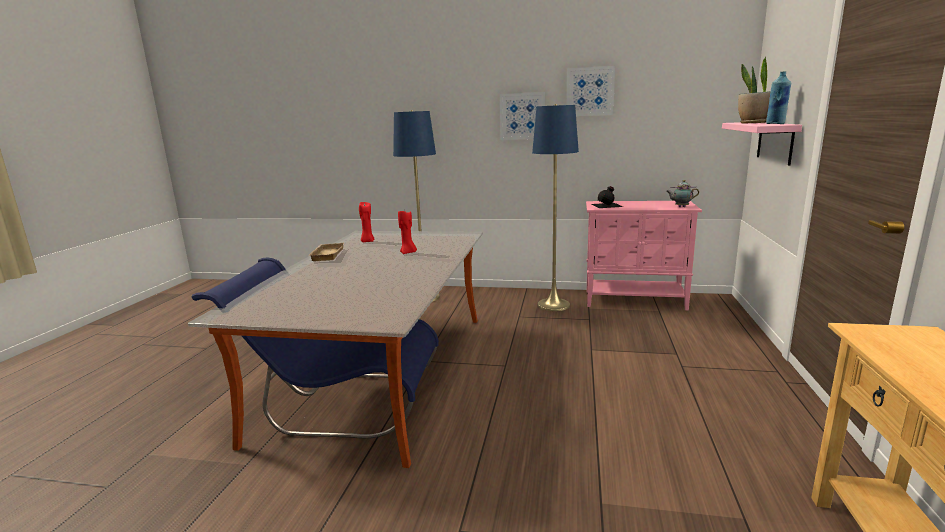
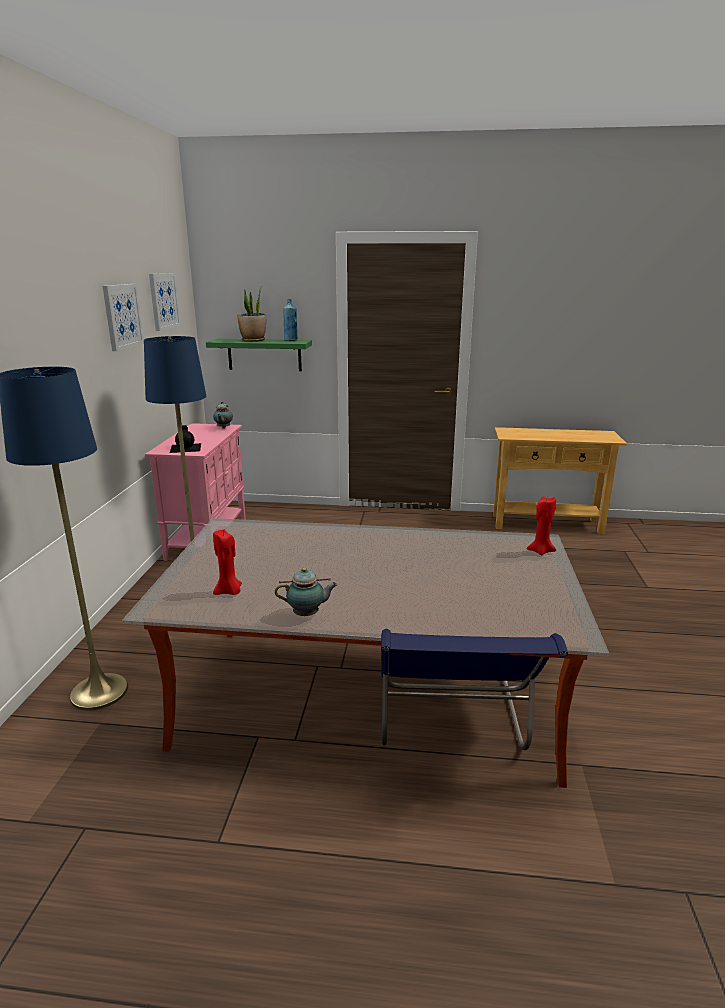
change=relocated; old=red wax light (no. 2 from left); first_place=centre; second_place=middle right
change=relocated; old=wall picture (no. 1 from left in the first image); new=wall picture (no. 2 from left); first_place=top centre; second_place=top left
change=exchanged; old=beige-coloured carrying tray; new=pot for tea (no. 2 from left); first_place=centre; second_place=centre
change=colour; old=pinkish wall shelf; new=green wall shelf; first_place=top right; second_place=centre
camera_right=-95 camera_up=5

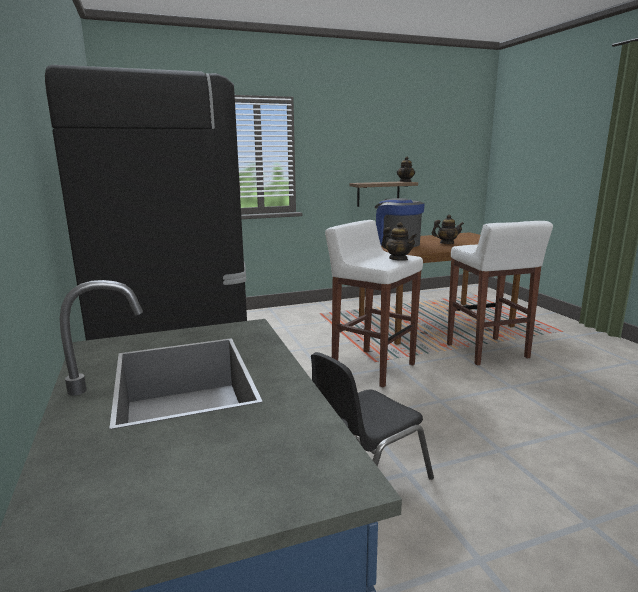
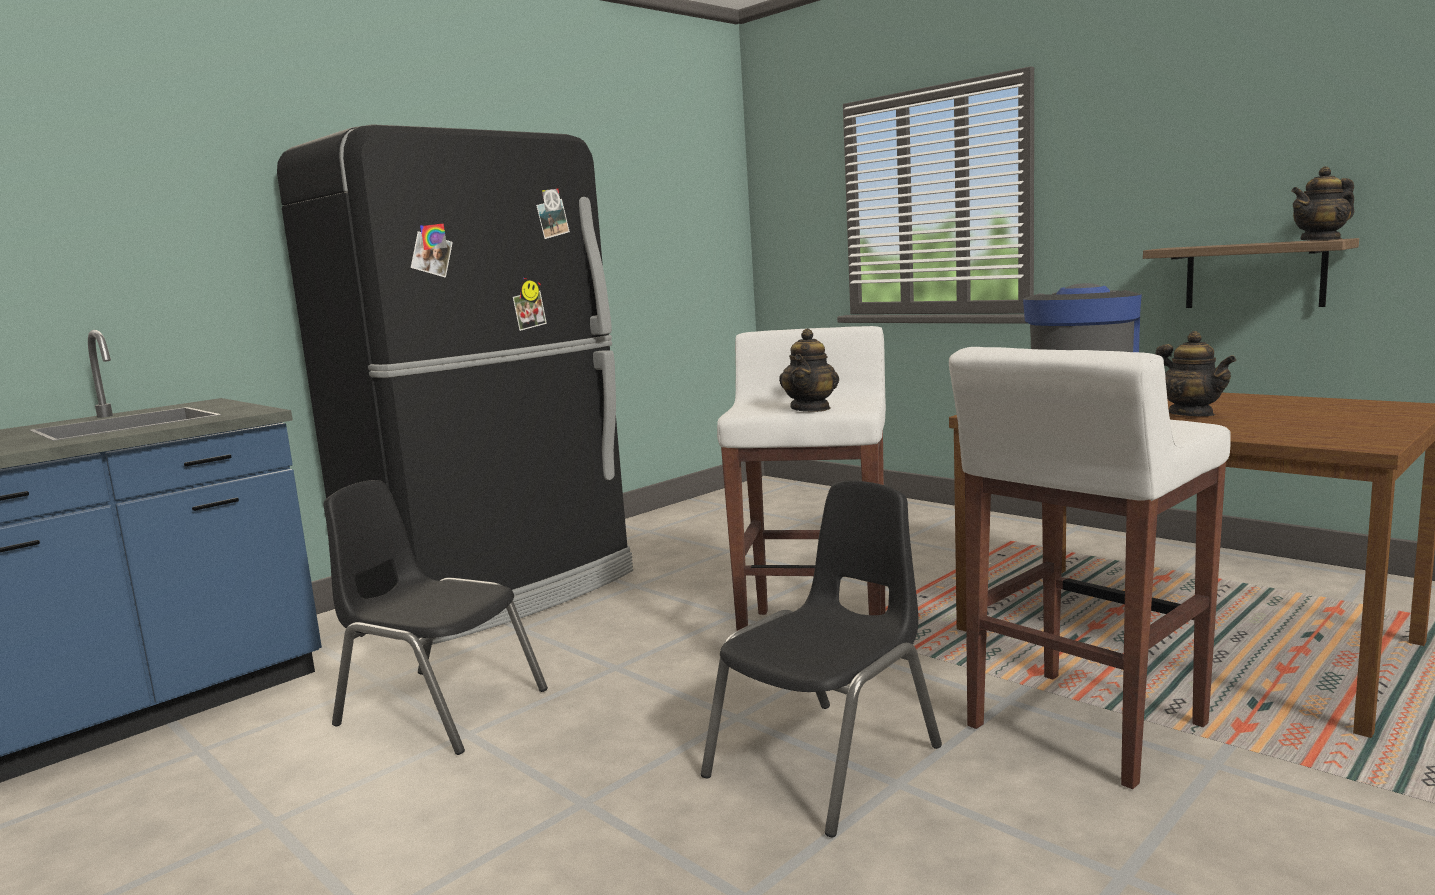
change=appeared; new=black chair (no. 2 from left); second_place=bottom centre
camera_right=65 camera_up=-5

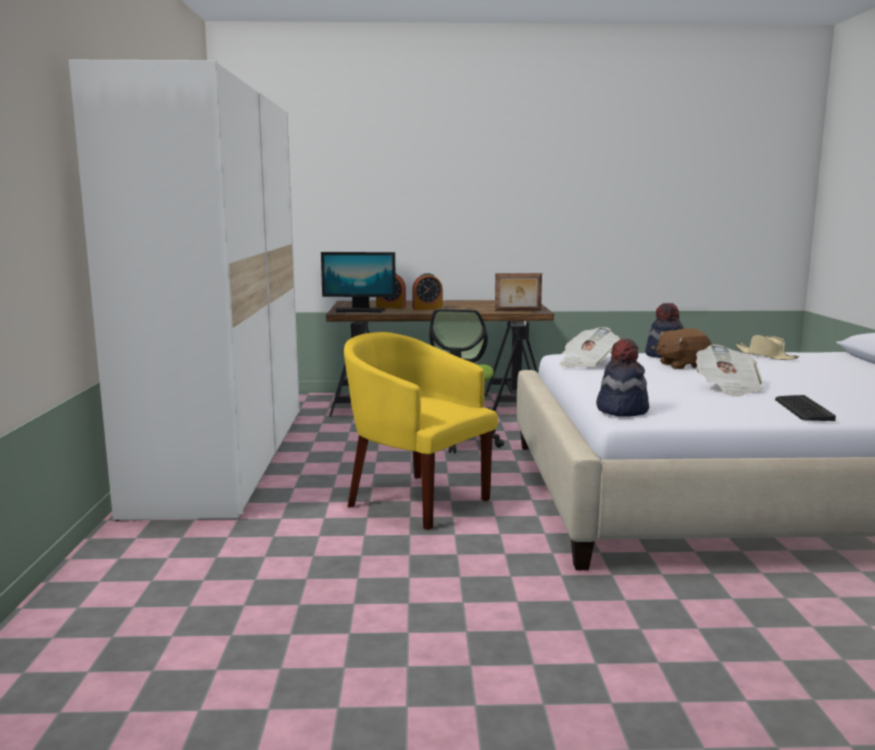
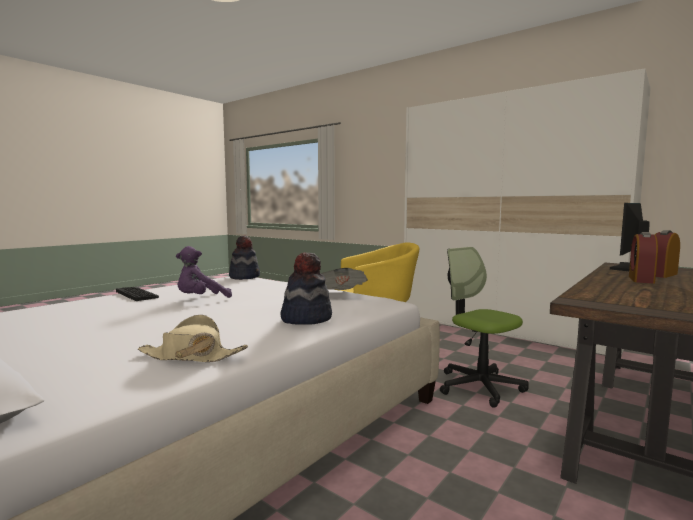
change=missing; old=picture frame; first_place=centre
change=missing; old=brown-coloured soft toy; first_place=middle right
change=exchanged; old=newspaper (no. 2 from left); new=purple soft toy; first_place=middle right; second_place=middle left
camera_right=130 camera_up=-5

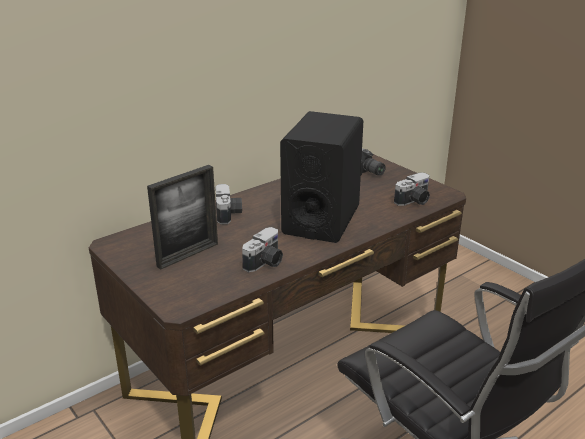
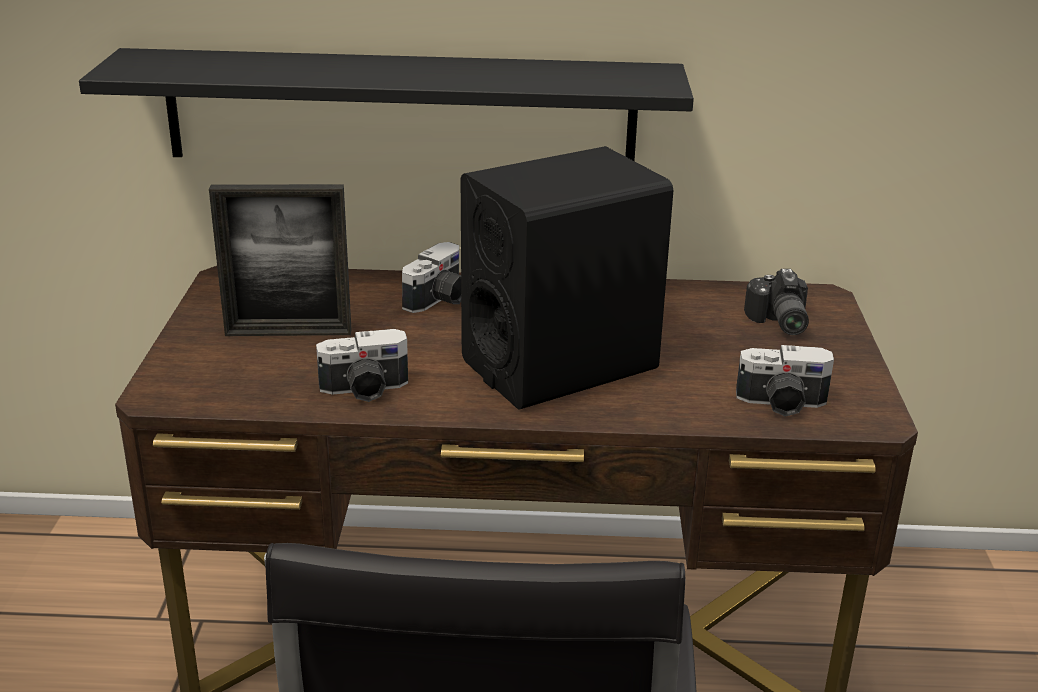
change=appeared; new=black wall shelf; second_place=top centre
camera_right=40 camera_up=0

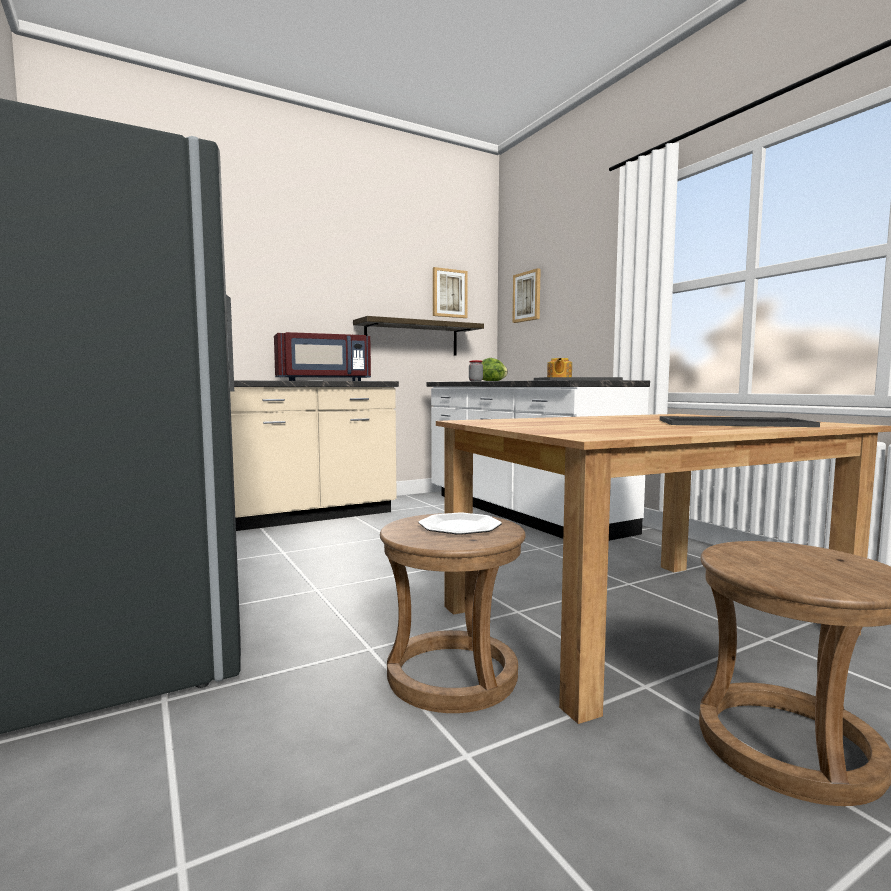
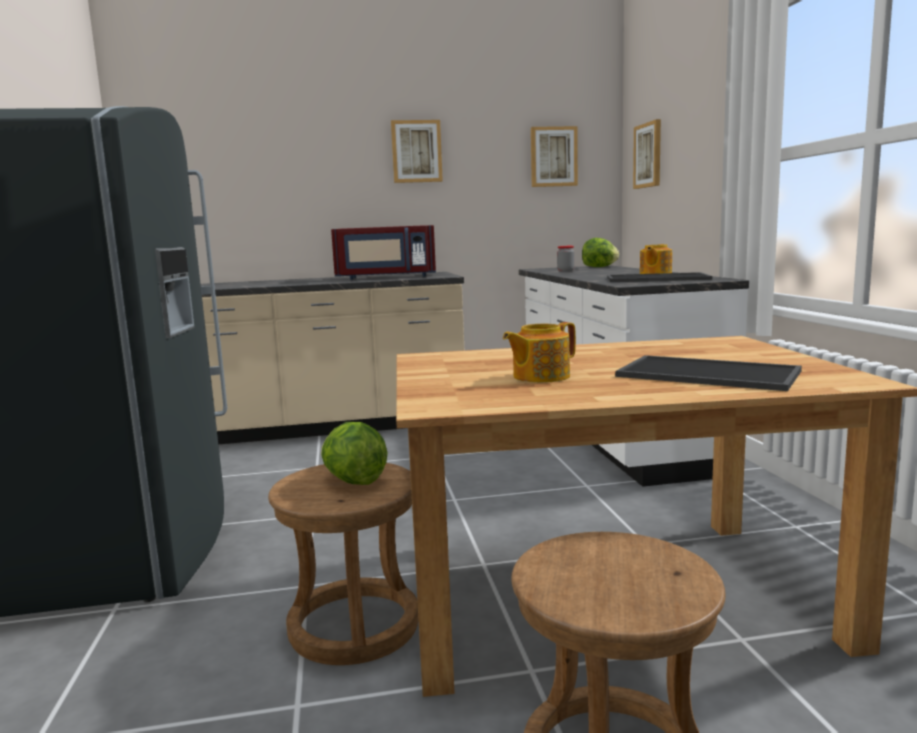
change=missing; old=wall shelf; first_place=centre
change=appeared; new=wall picture (no. 1 from left); second_place=top centre
change=appeared; new=pot for tea (no. 1 from left); second_place=centre
change=exchanged; old=plate; new=lettuce (no. 1 from left); first_place=centre; second_place=centre
camera_right=20 camera_up=5

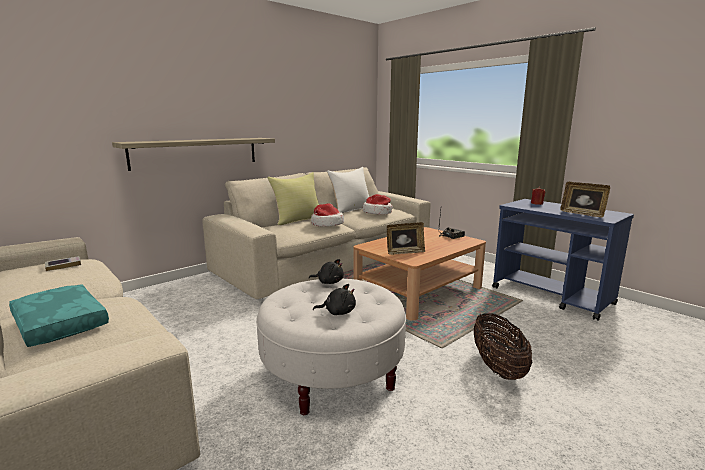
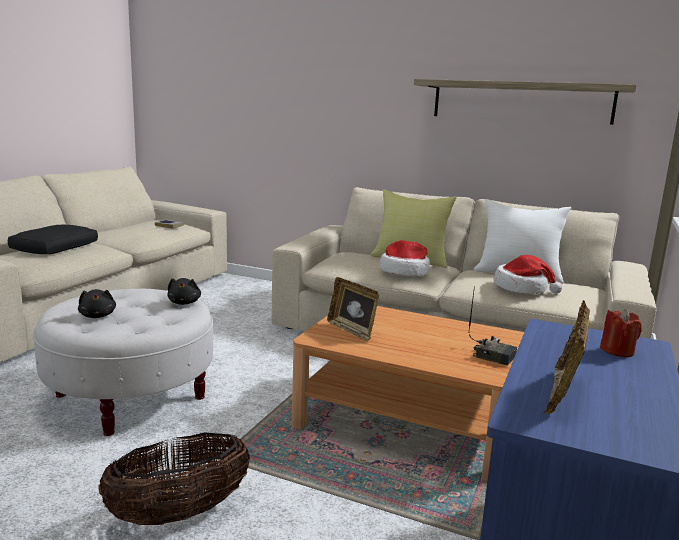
change=relocated; old=wall shelf; first_place=top left; second_place=top right
change=colour; old=blue-green pillow; new=black pillow; first_place=bottom left; second_place=middle left
camera_right=65 camera_up=0

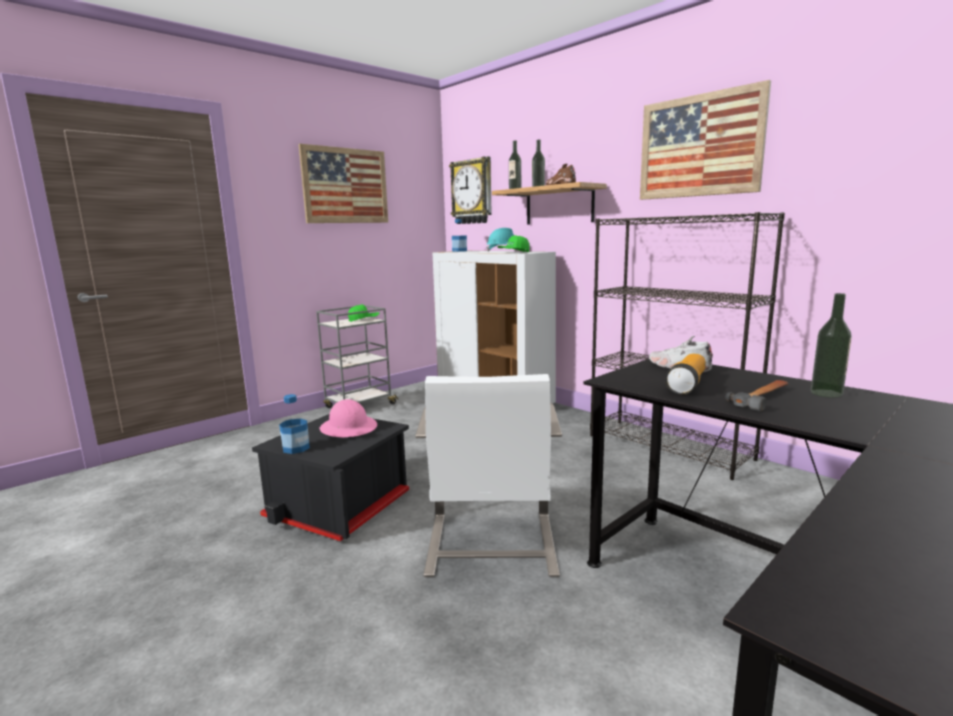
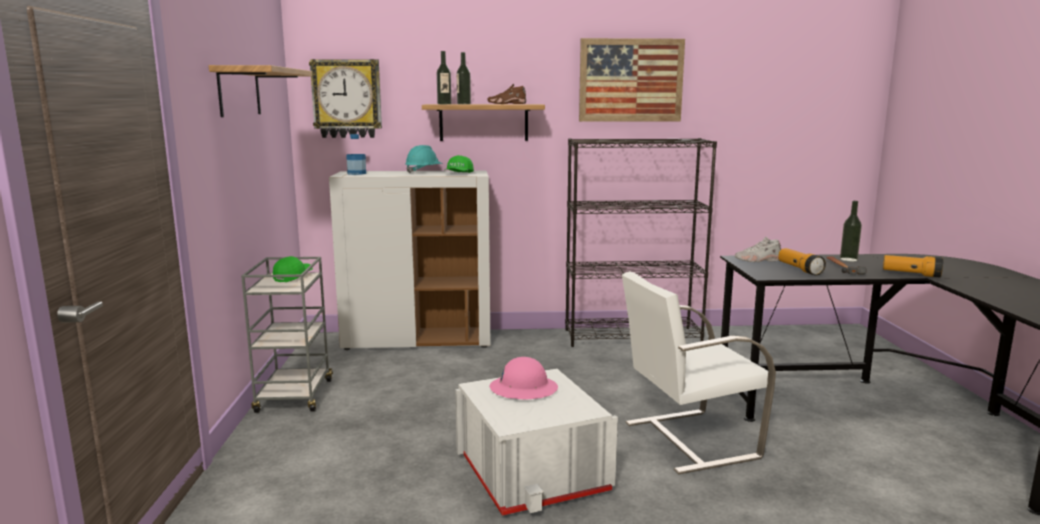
change=missing; old=bottle (no. 1 from left); first_place=middle left
change=appeared; new=torch (no. 2 from left); second_place=middle right
change=exchanged; old=wall picture (no. 1 from left); new=wall shelf (no. 1 from left); first_place=top centre; second_place=top left
change=colour; old=black storage container; new=white-coloured storage container; first_place=centre; second_place=bottom centre
change=spun; old=white-coloured chair; first_place=centre; second_place=bottom right; degrees=120
camera_right=-50 camera_up=0

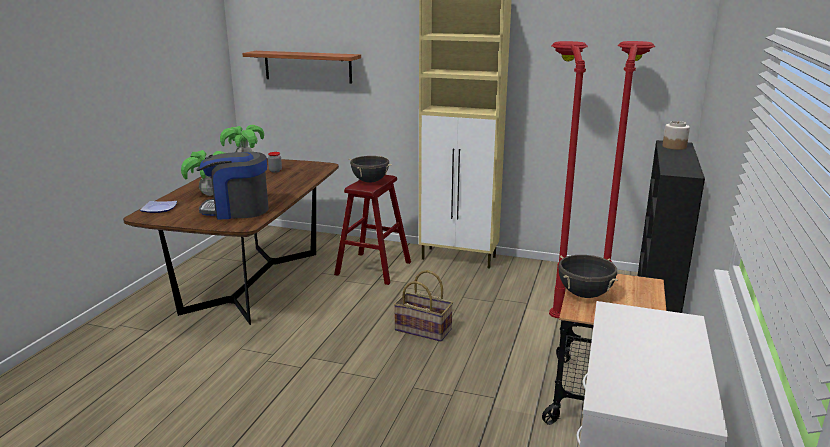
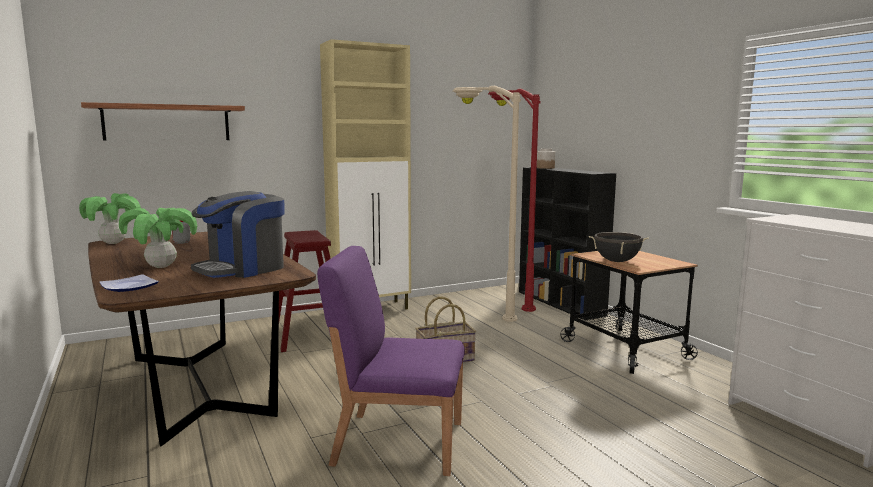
change=missing; old=black stockpot (no. 1 from left); first_place=centre
change=appeared; new=purple chair; second_place=bottom centre
change=colour; old=red standard lamp (no. 1 from left); new=beige-coloured standard lamp; first_place=middle right; second_place=centre
camera_right=-45 camera_up=-10

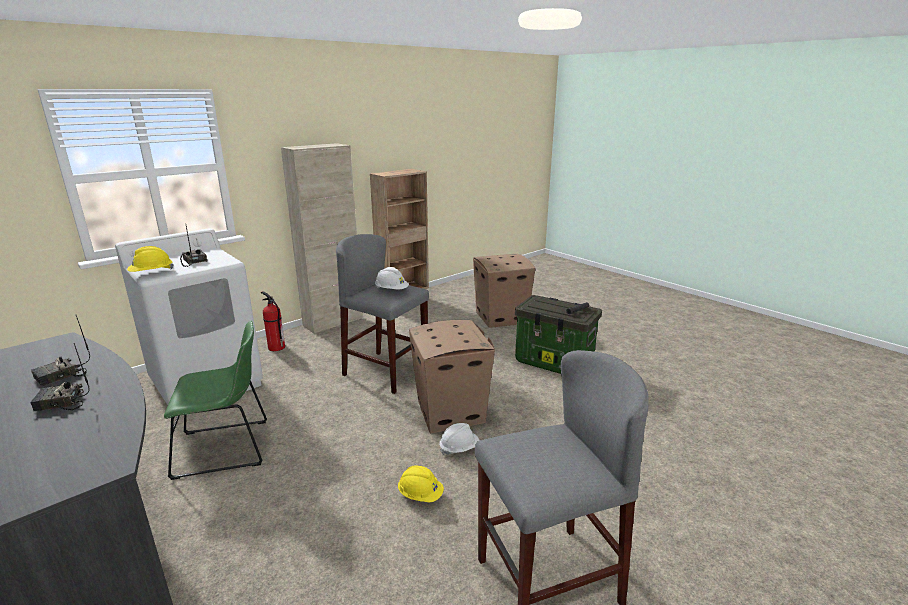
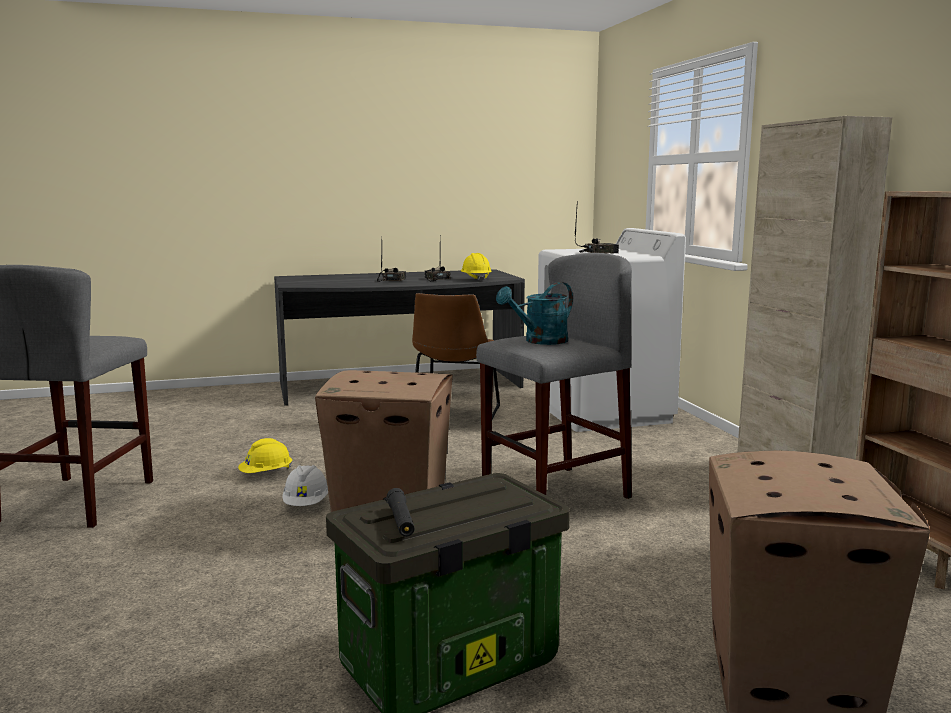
change=missing; old=fire-fighting cylinder; first_place=middle left
change=relocated; old=yellow-coloured work helmet (no. 1 from left in the first image); new=yellow-coloured work helmet (no. 2 from left); first_place=middle left; second_place=centre
change=exchanged; old=white-coloured work helmet (no. 1 from left); new=blue-green watering can; first_place=centre; second_place=centre
change=colour; old=green chair; new=brown-coloured chair; first_place=middle left; second_place=centre
camera_right=115 camera_up=-10

